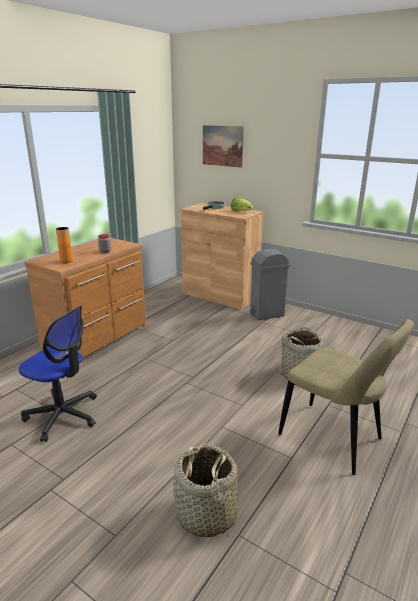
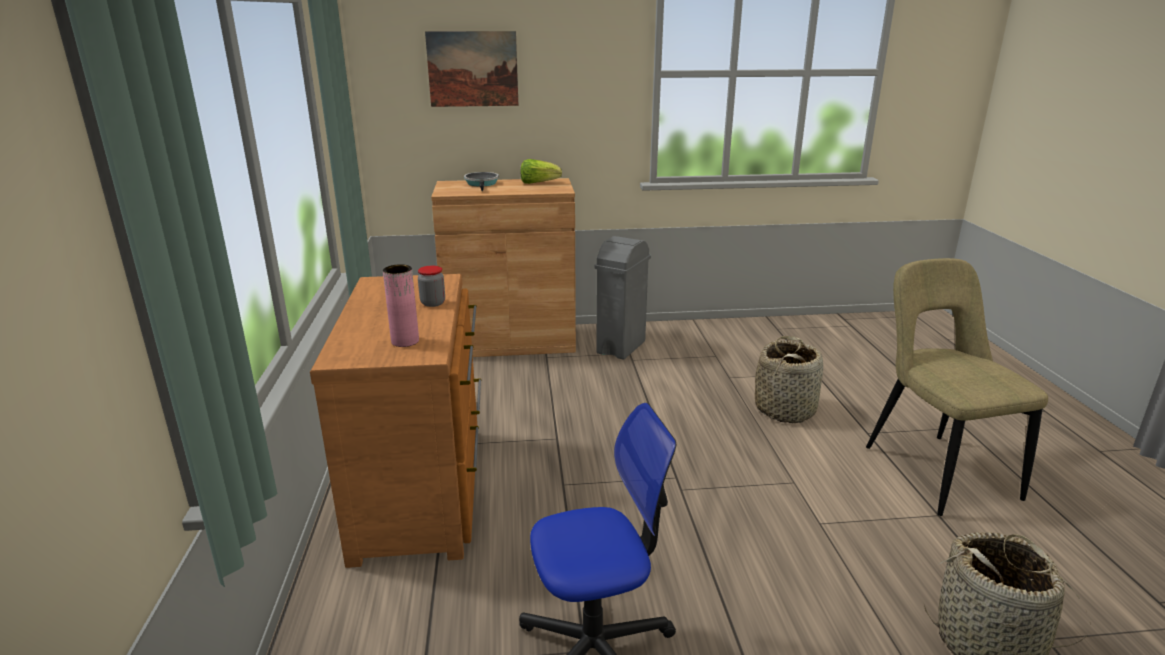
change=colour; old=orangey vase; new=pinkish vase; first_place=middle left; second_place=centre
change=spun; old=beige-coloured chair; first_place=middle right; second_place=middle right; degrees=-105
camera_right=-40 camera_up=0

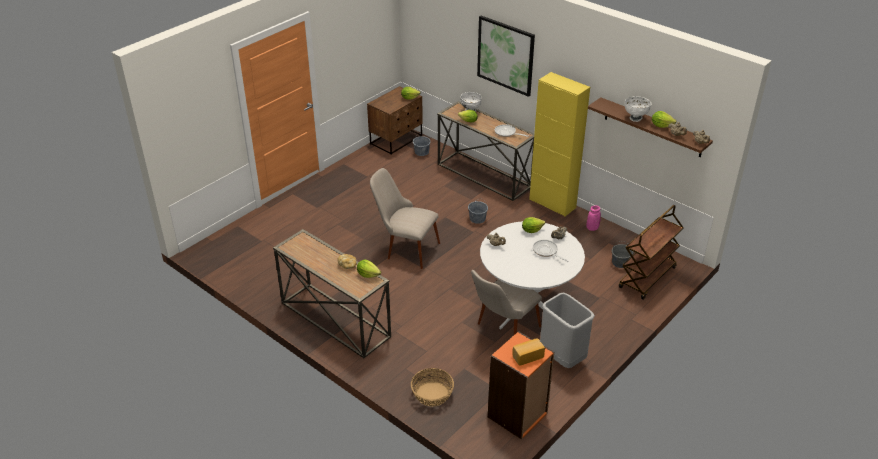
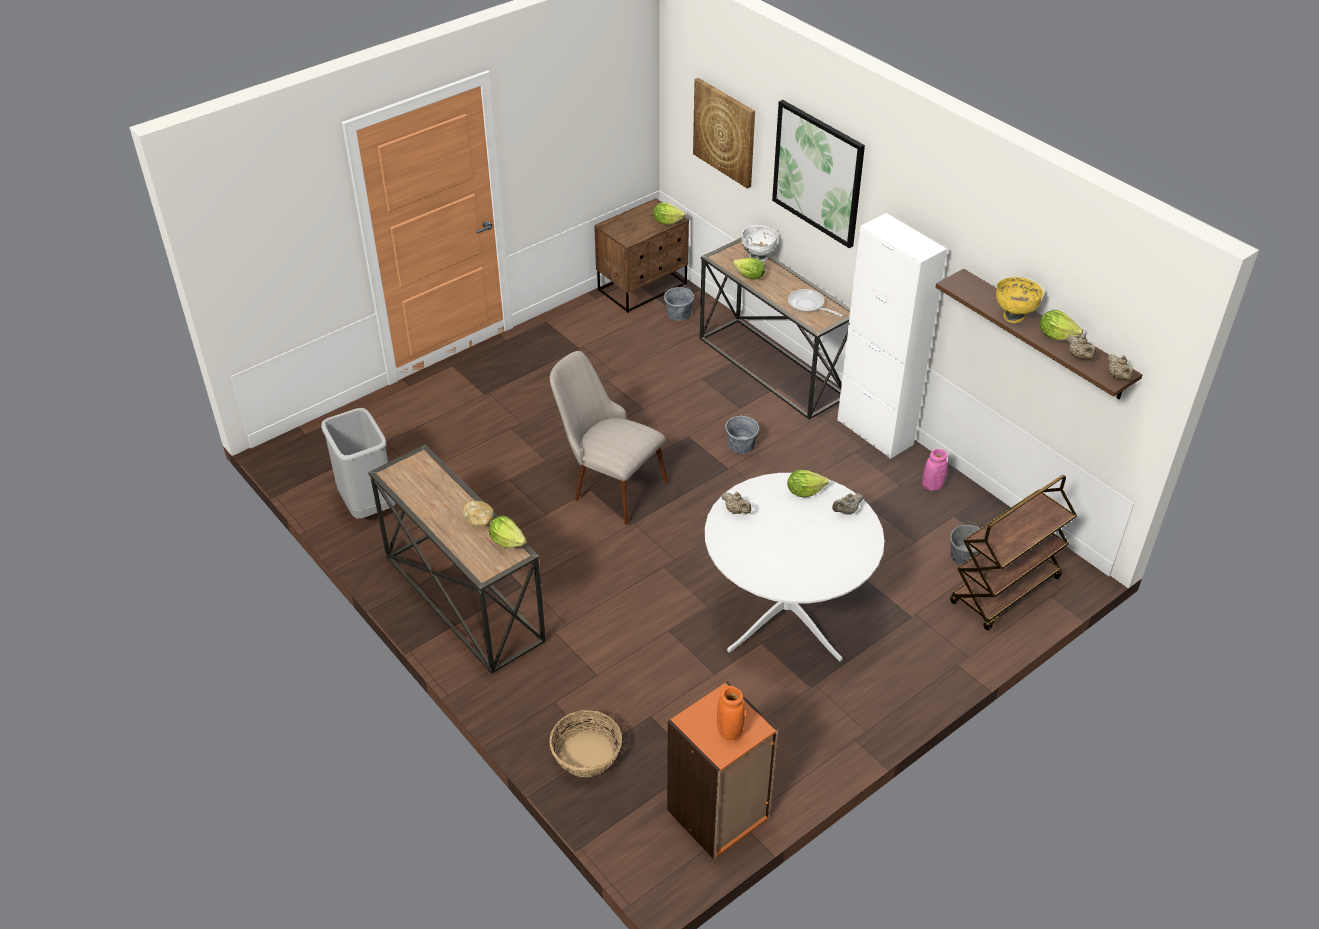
change=missing; old=beige-coloured chair (no. 2 from left); first_place=centre
change=missing; old=pan (no. 2 from left); first_place=centre
change=appeared; new=wall picture (no. 1 from left); second_place=top centre
change=relocated; old=grey trash can; first_place=bottom centre; second_place=middle left
change=exchanged; old=bread (no. 2 from left); new=orangey vase; first_place=bottom centre; second_place=bottom centre
change=colour; old=yellow-coloured cupboard; new=white-coloured cupboard; first_place=top centre; second_place=middle right
change=colour; old=white-coloured serving bowl (no. 2 from left); new=yellow-coloured serving bowl; first_place=top right; second_place=top right
camera_right=10 camera_up=5

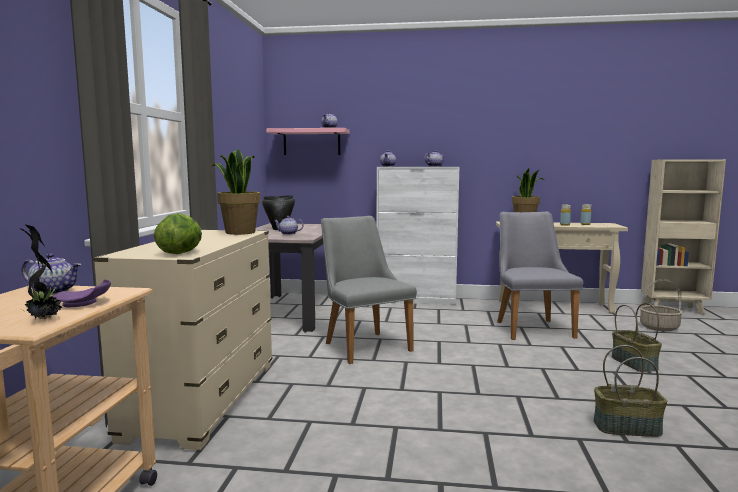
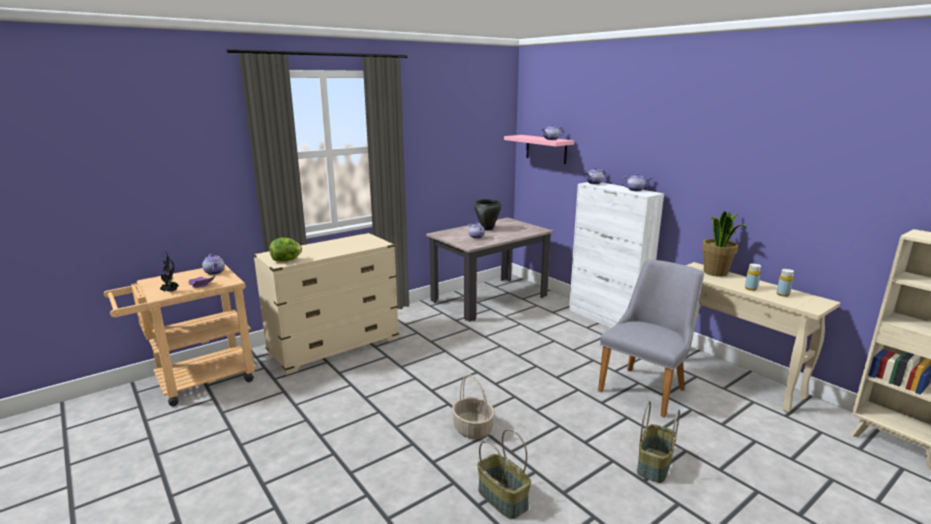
change=missing; old=plant in a pot (no. 2 from left); first_place=middle left
change=missing; old=grey chair (no. 1 from left); first_place=centre
change=relocated; old=storage basket (no. 3 from left in the first image); new=storage basket (no. 1 from left); first_place=middle right; second_place=bottom centre
camera_right=45 camera_up=10

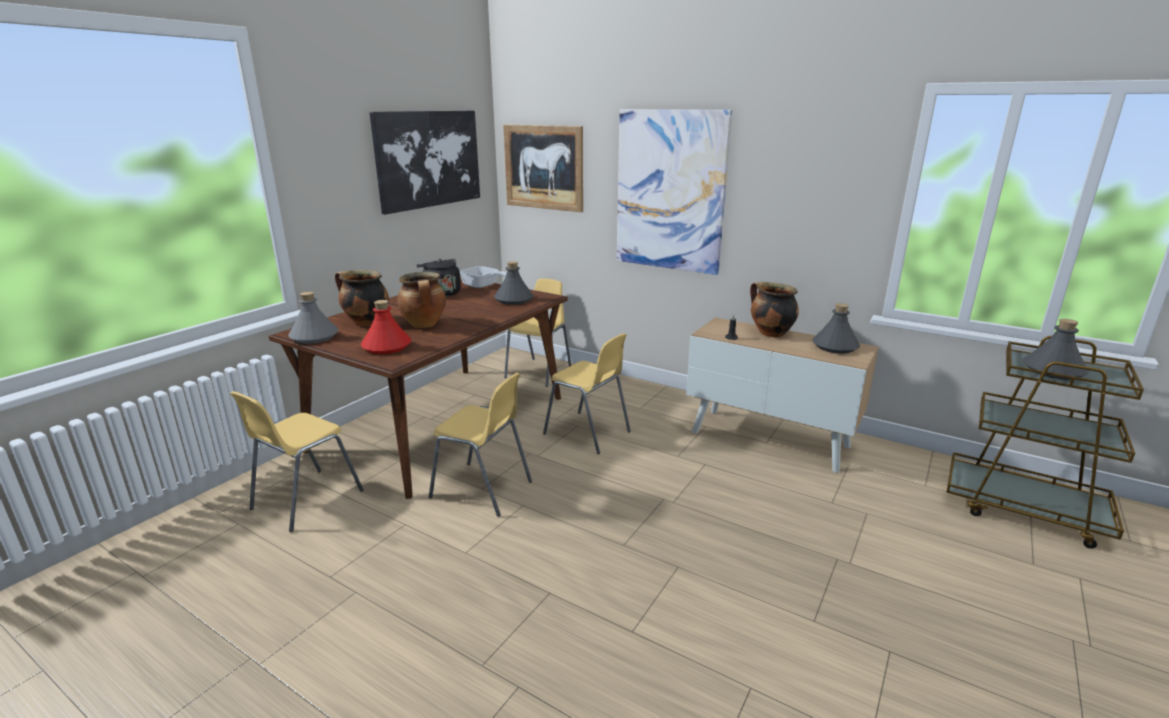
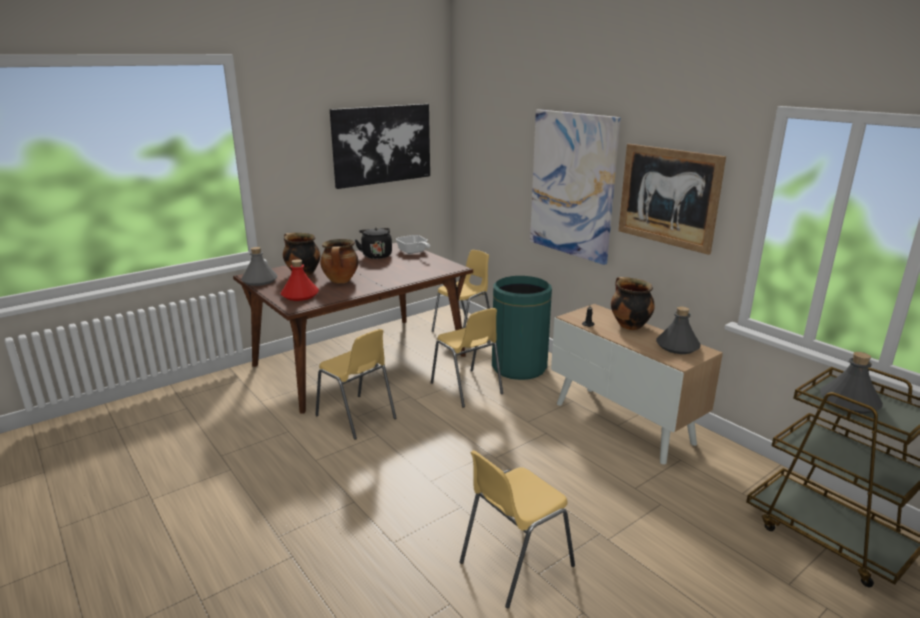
change=missing; old=grey bottle (no. 2 from left); first_place=centre
change=appeared; new=green trash can; second_place=centre
change=relocated; old=yellow-coloured chair (no. 1 from left in the first image); new=yellow-coloured chair (no. 4 from left); first_place=middle left; second_place=bottom centre
change=relocated; old=wall picture (no. 2 from left in the first image); new=wall picture (no. 3 from left); first_place=top centre; second_place=top right
camera_right=20 camera_up=0

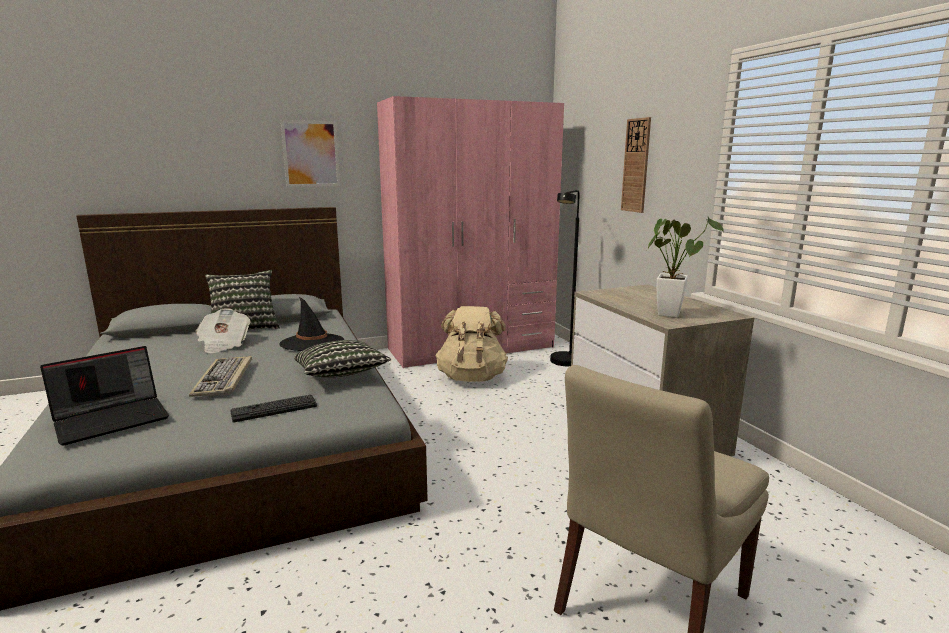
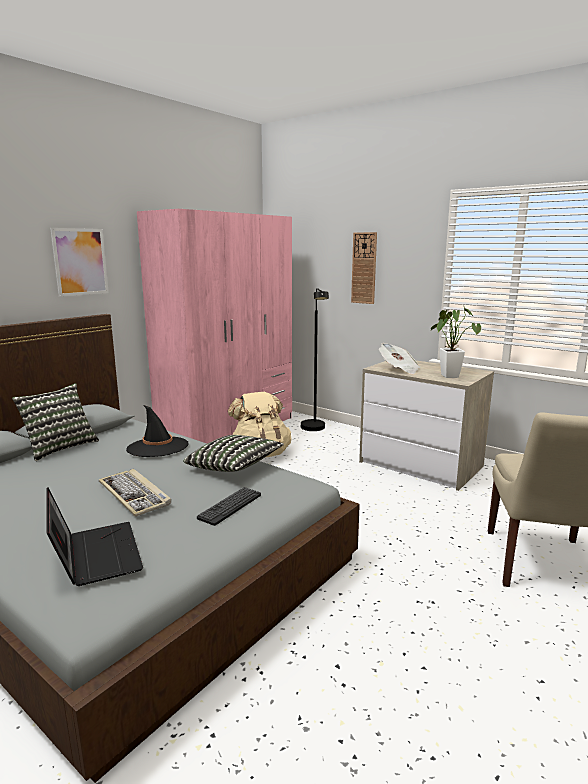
change=relocated; old=newspaper; first_place=middle left; second_place=middle right
change=spun; old=portable computer; first_place=middle left; second_place=bottom left; degrees=-45
camera_right=-30 camera_up=0

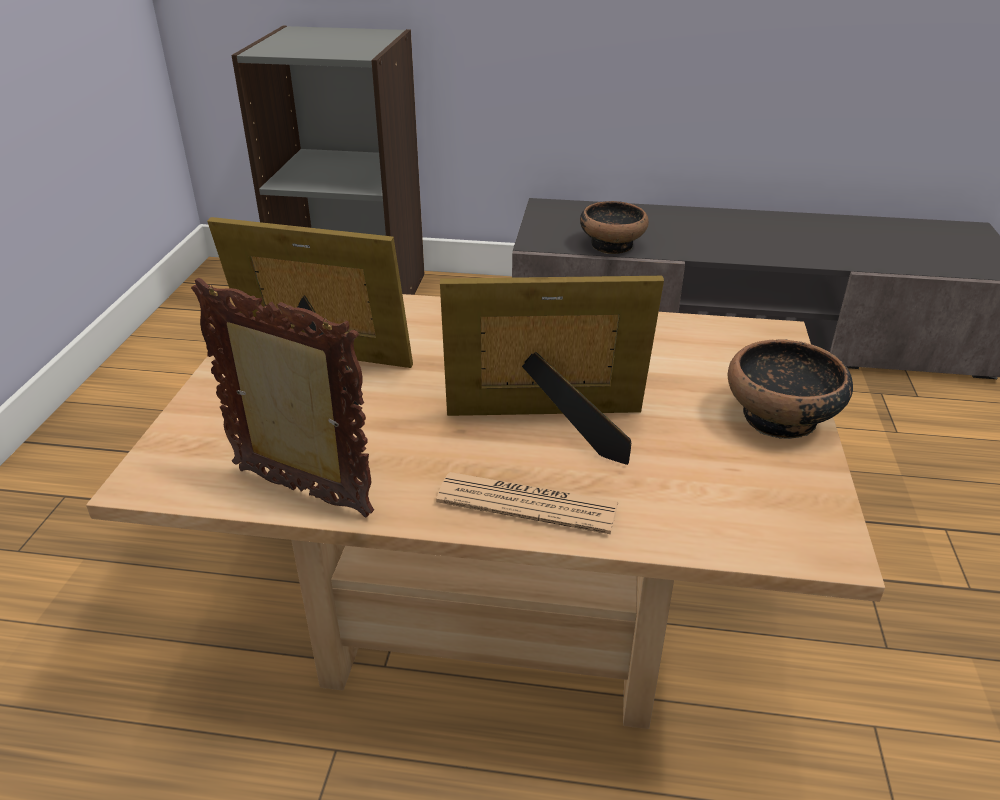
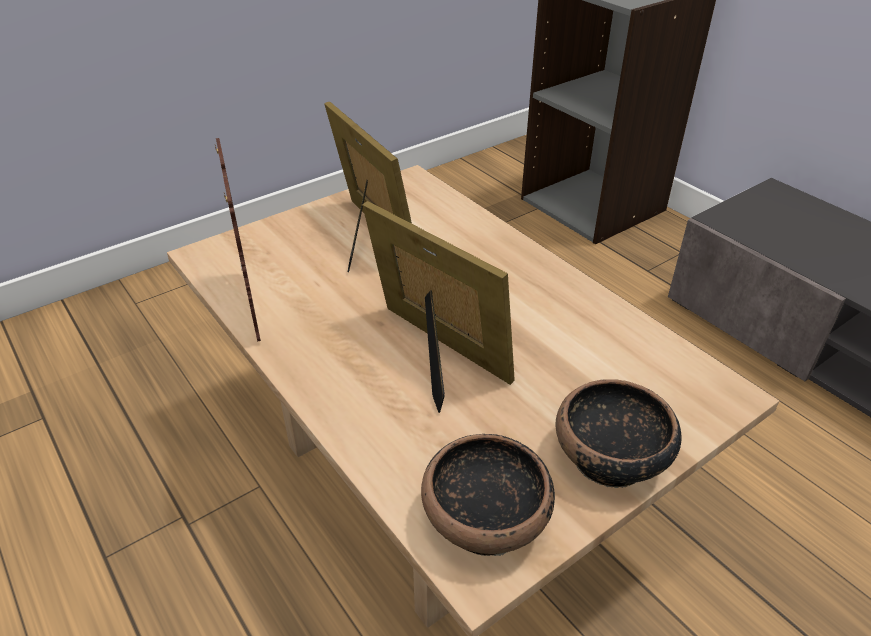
change=missing; old=newspaper; first_place=centre
change=relocated; old=serving bowl (no. 1 from left); first_place=top centre; second_place=bottom centre
camera_right=45 camera_up=5

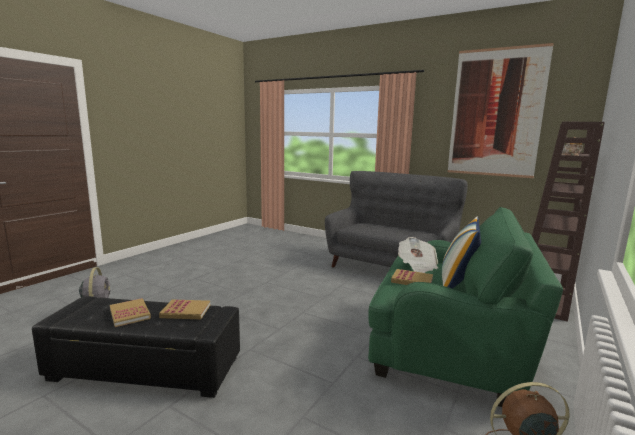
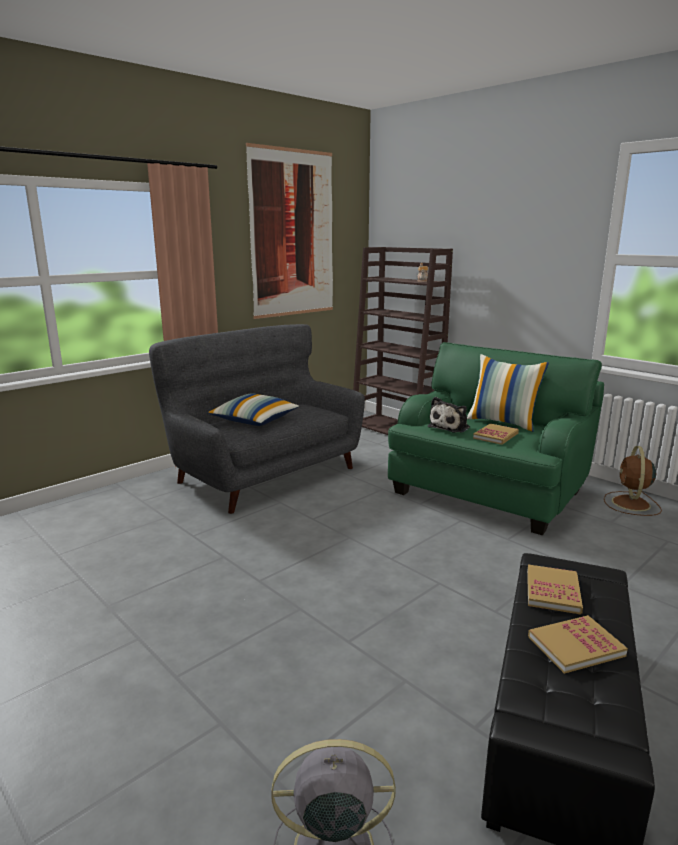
change=appeared; new=pillow (no. 1 from left); second_place=centre
change=exchanged; old=newspaper; new=soft toy; first_place=centre; second_place=centre
camera_right=-75 camera_up=5

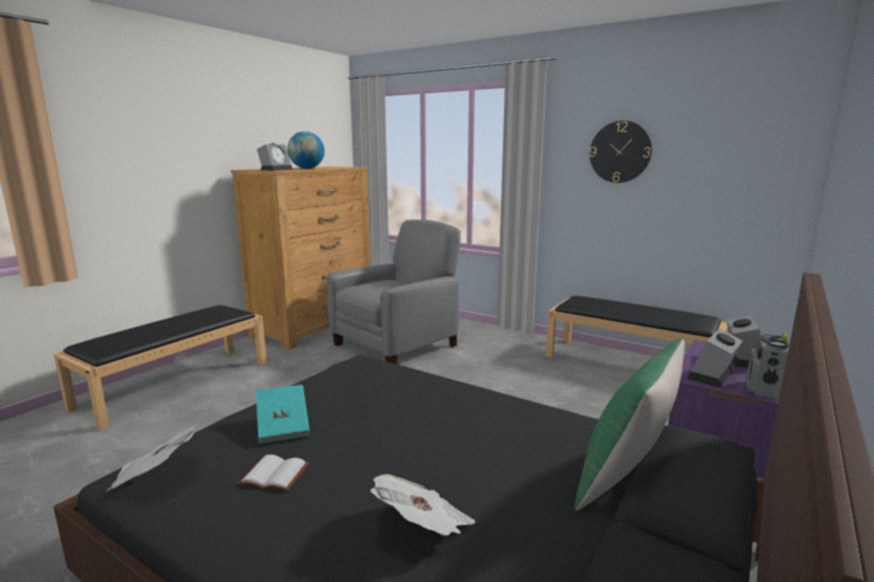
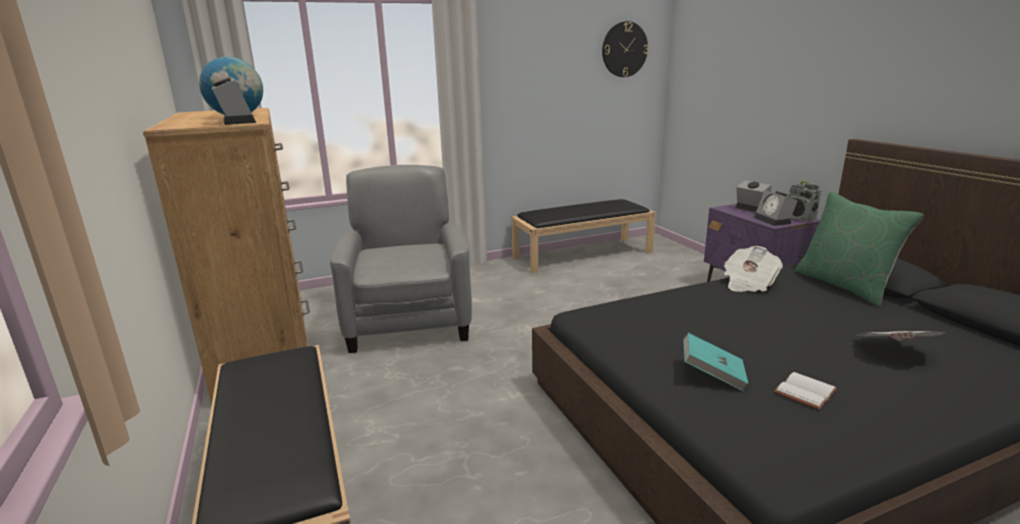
change=relocated; old=newspaper (no. 1 from left); first_place=bottom left; second_place=middle right
change=relocated; old=clock on the wall; first_place=top right; second_place=top centre
camera_right=-55 camera_up=5

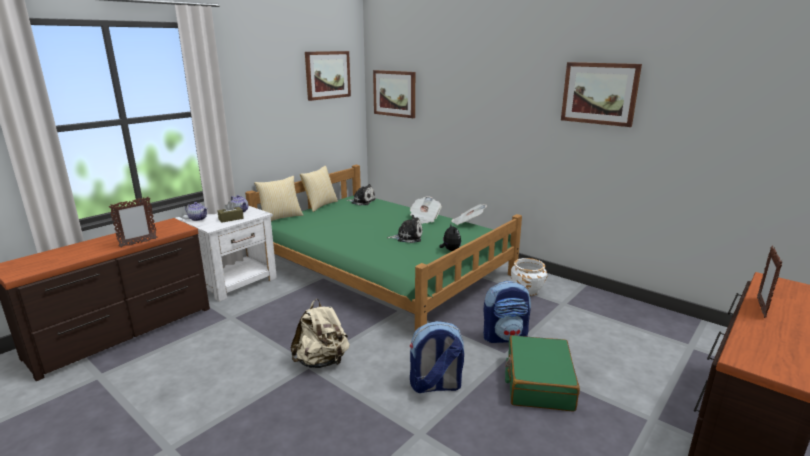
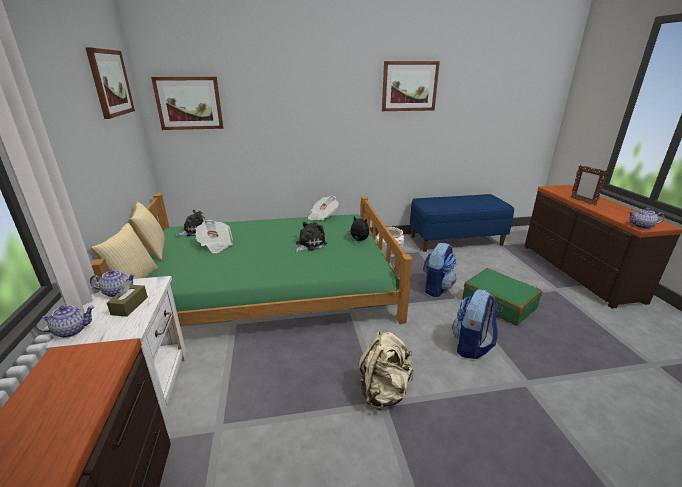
change=missing; old=picture frame (no. 1 from left); first_place=middle left
change=appeared; new=blue bench; second_place=middle right
change=appeared; new=pot for tea (no. 3 from left); second_place=middle right
change=relocated; old=newspaper (no. 1 from left); first_place=centre; second_place=middle left
camera_right=-50 camera_up=5

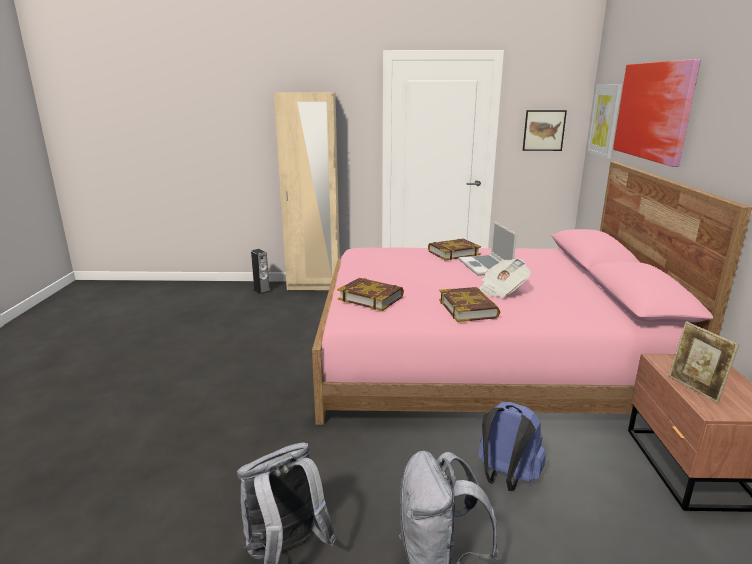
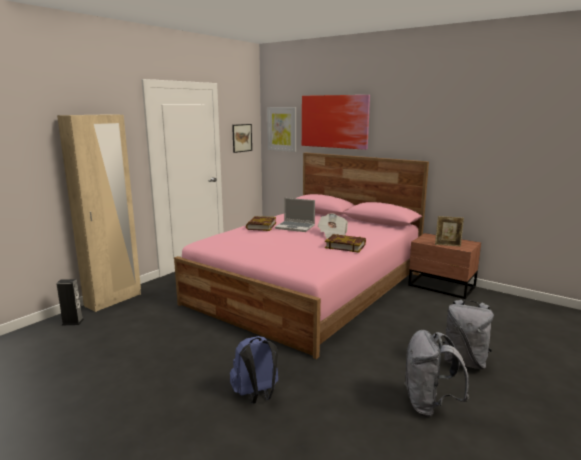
change=missing; old=book (no. 1 from left); first_place=centre
change=relocated; old=blue rucksack; first_place=bottom right; second_place=bottom centre
camera_right=-55 camera_up=-5

